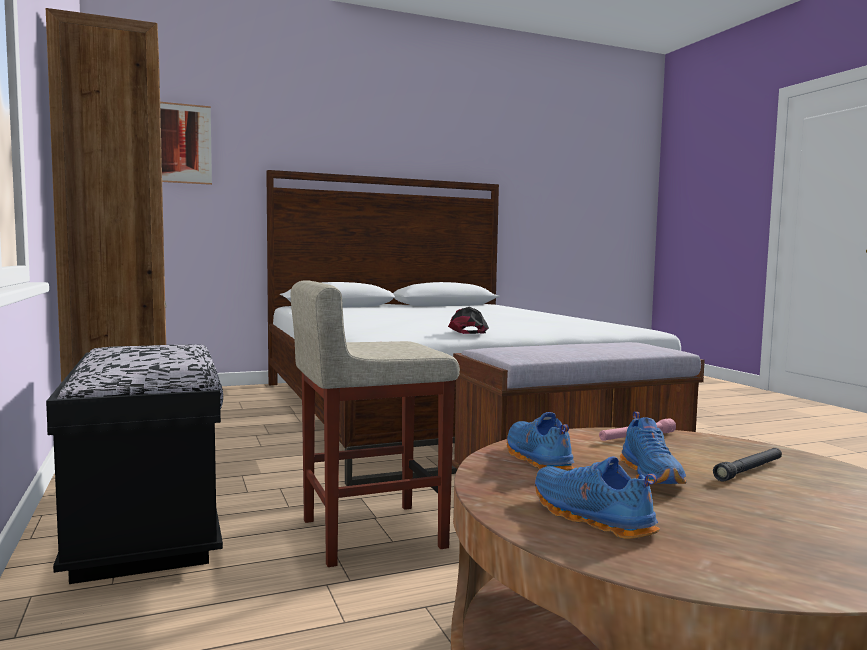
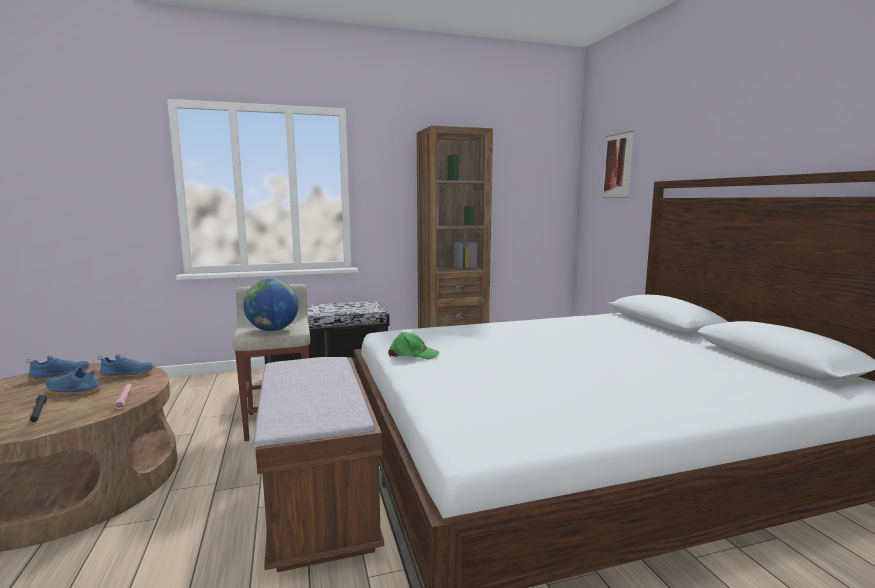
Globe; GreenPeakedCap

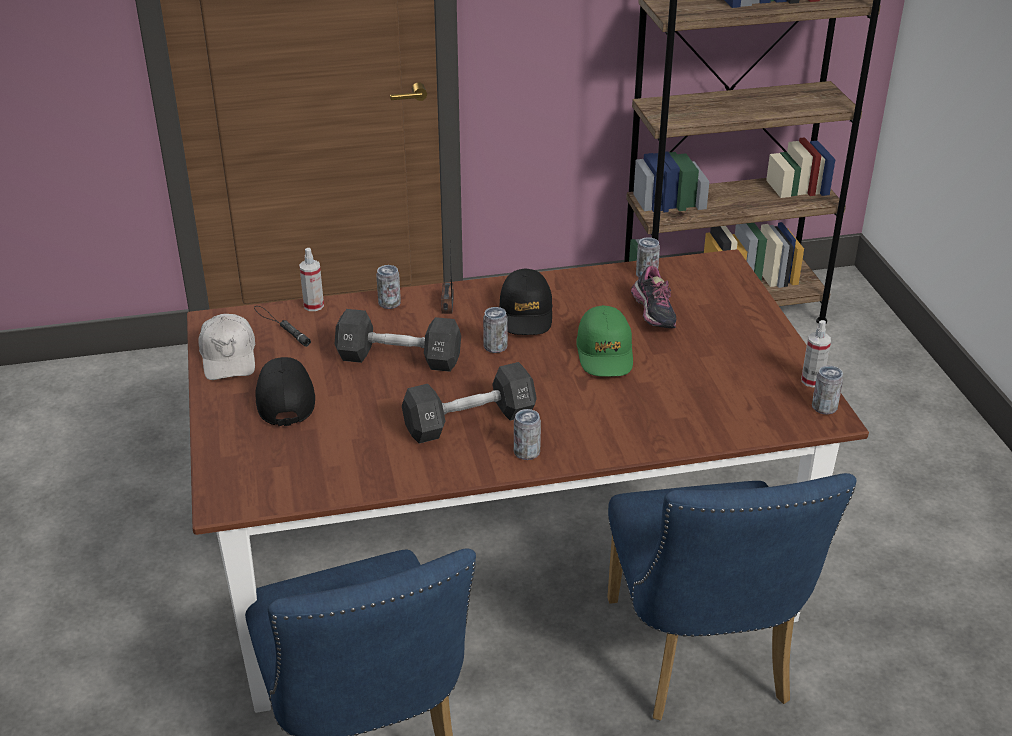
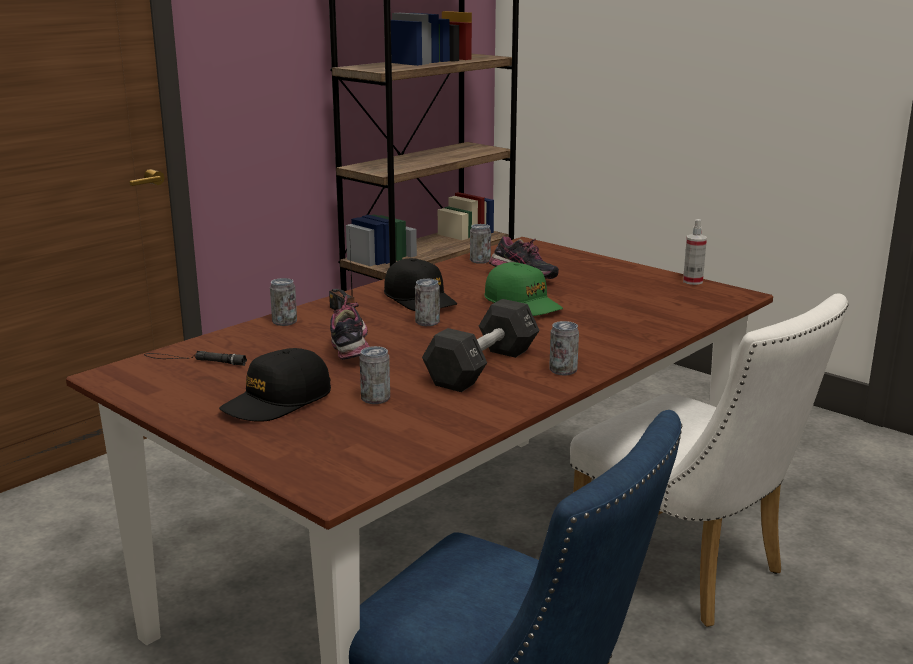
BlackColouredPeakedCap (1st from left); ItemOfFootwear (1st from left); Can (2nd from left); WhitishUprightChair; WhitishPeakedCap; HandSprayer (1st from left in the first image)

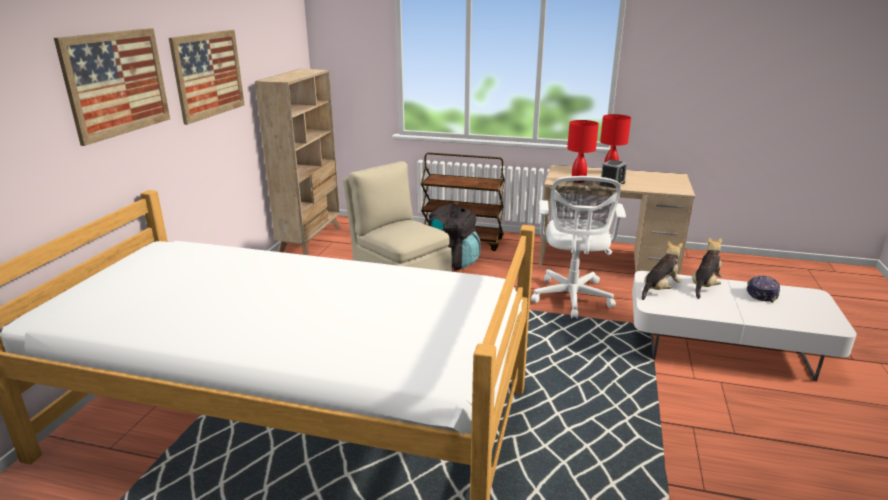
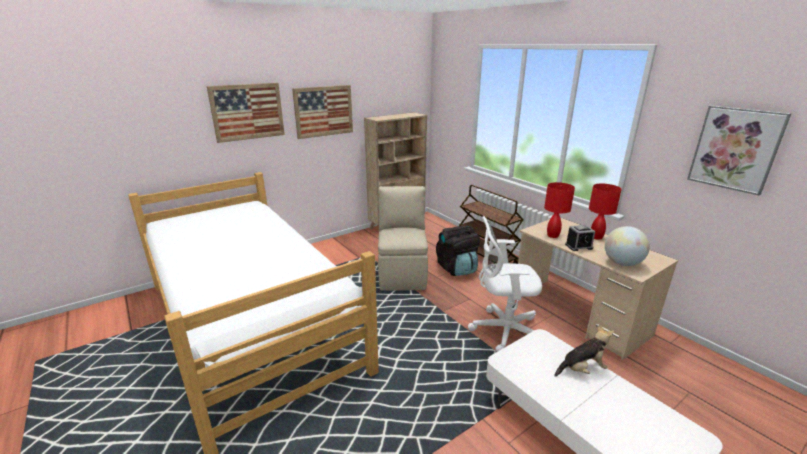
WhitishDeskChair; Globe; WallPicture (3rd from left); CuddlyToy (1st from left in the first image); PeakedCap

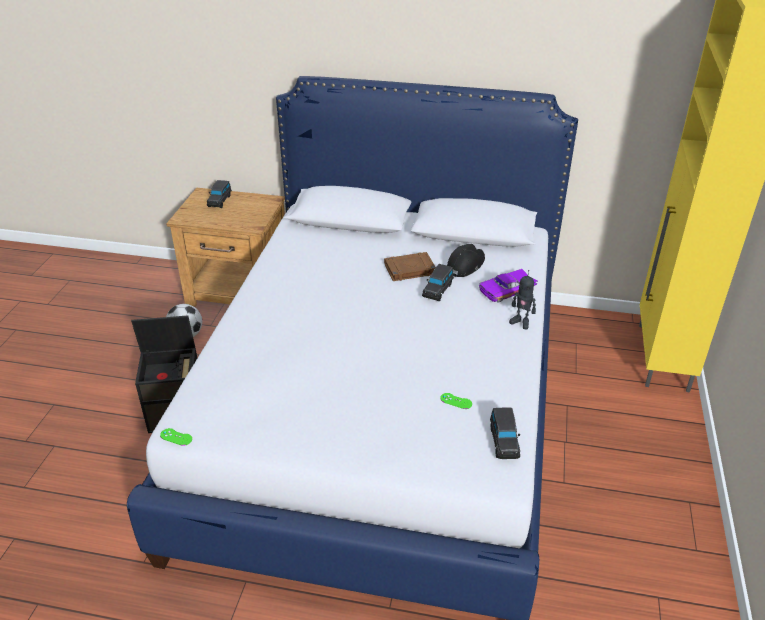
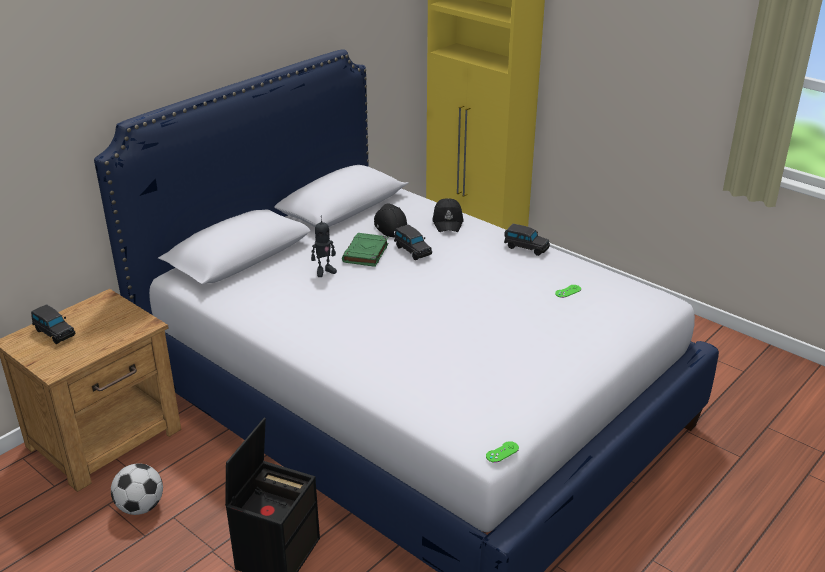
RobotFigure; GreenBoundBook; BlackColouredPeakedCap (2nd from left); BlackColouredModelCar (3rd from left)

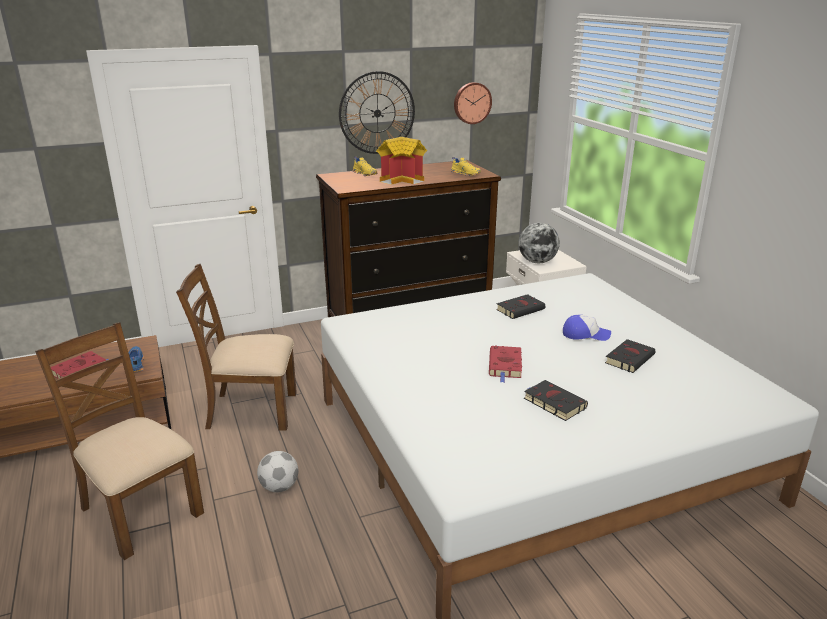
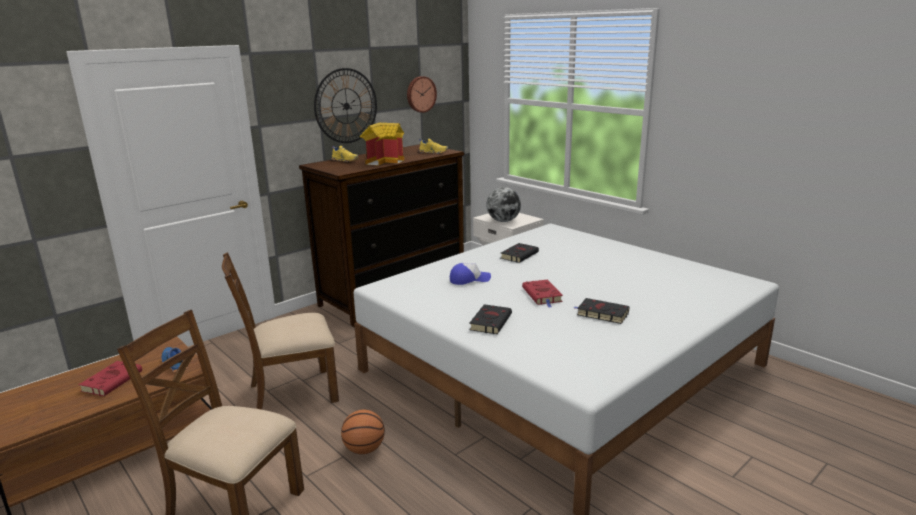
BallForBasketball; PeakedCap; BlackColouredBoundBook (1st from left)

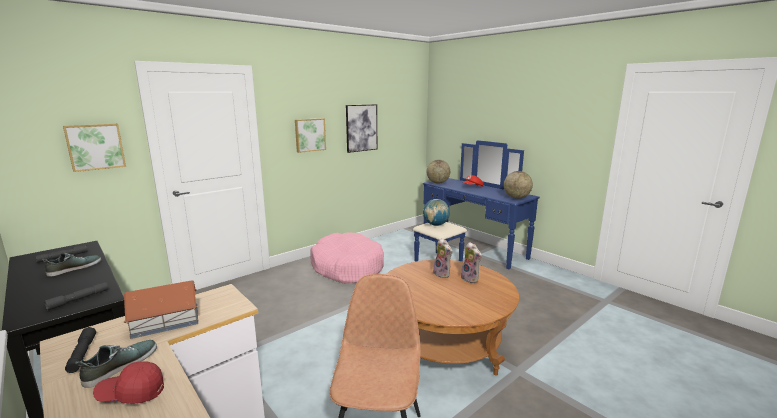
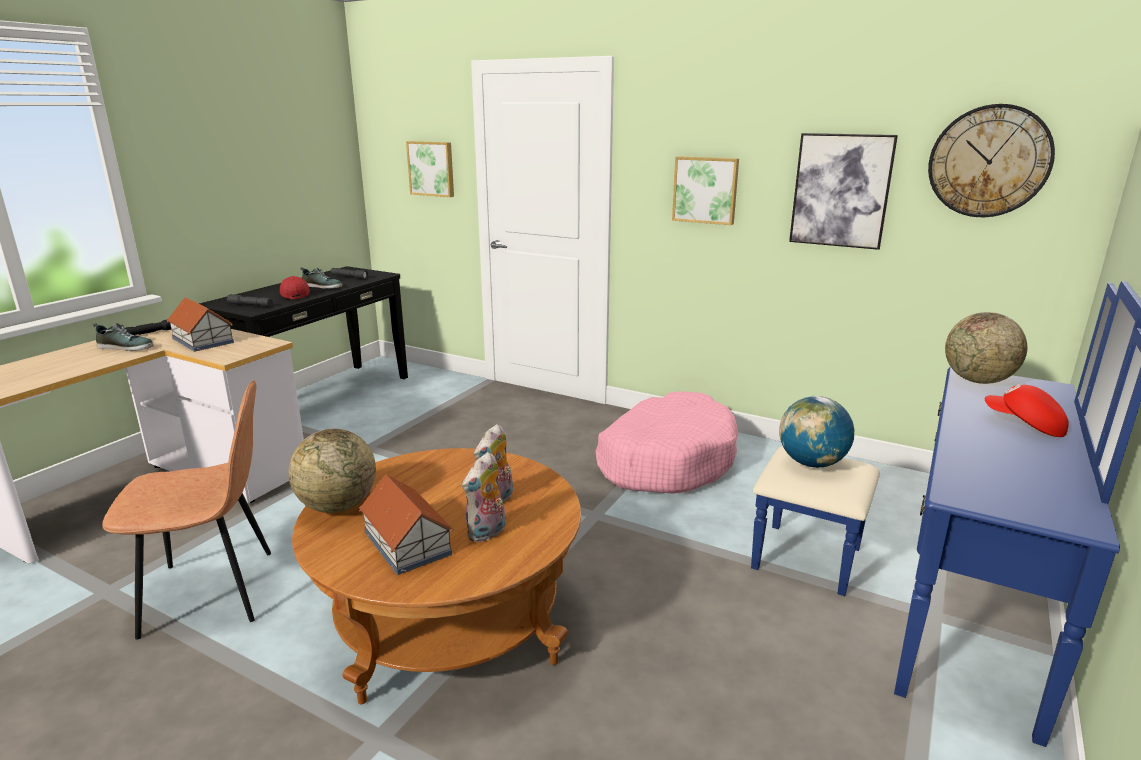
RedColouredPeakedCap (1st from left); Globe (1st from left); MiniatureHouse (2nd from left); ClockOnTheWall

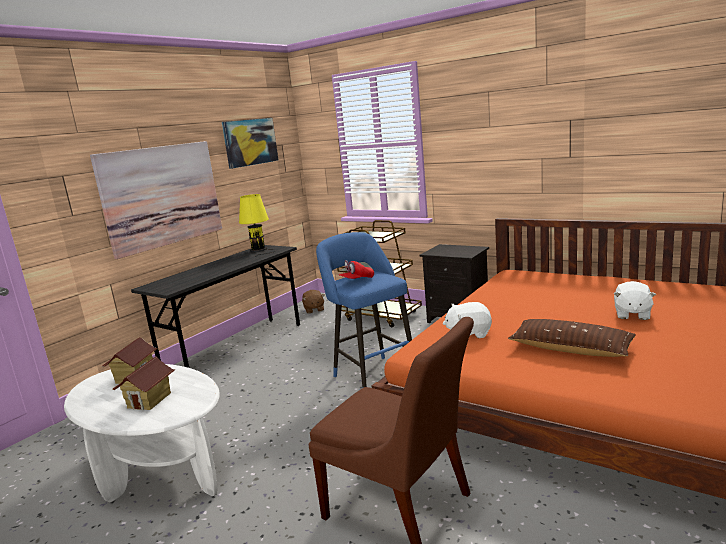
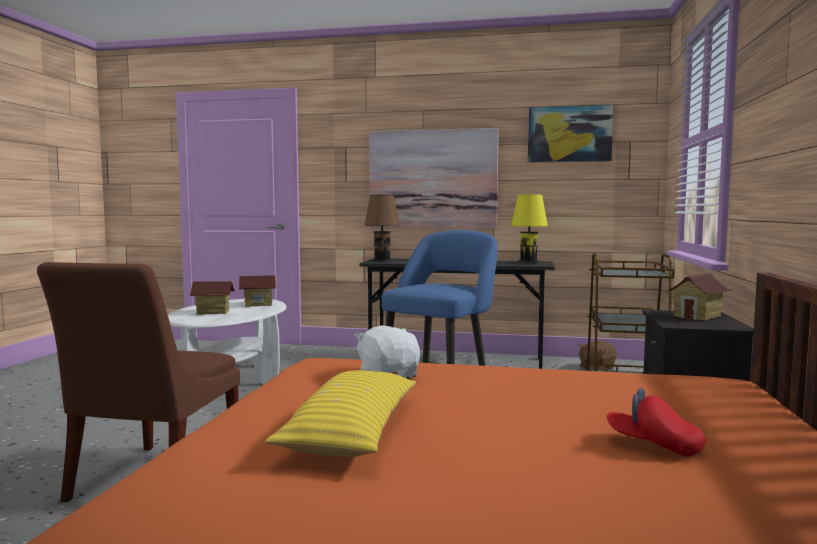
YellowishPillow; BrownColouredTableLamp; RedColouredPeakedCap; MiniatureHouse (3rd from left); WhitishCuddlyToy (2nd from left in the first image)

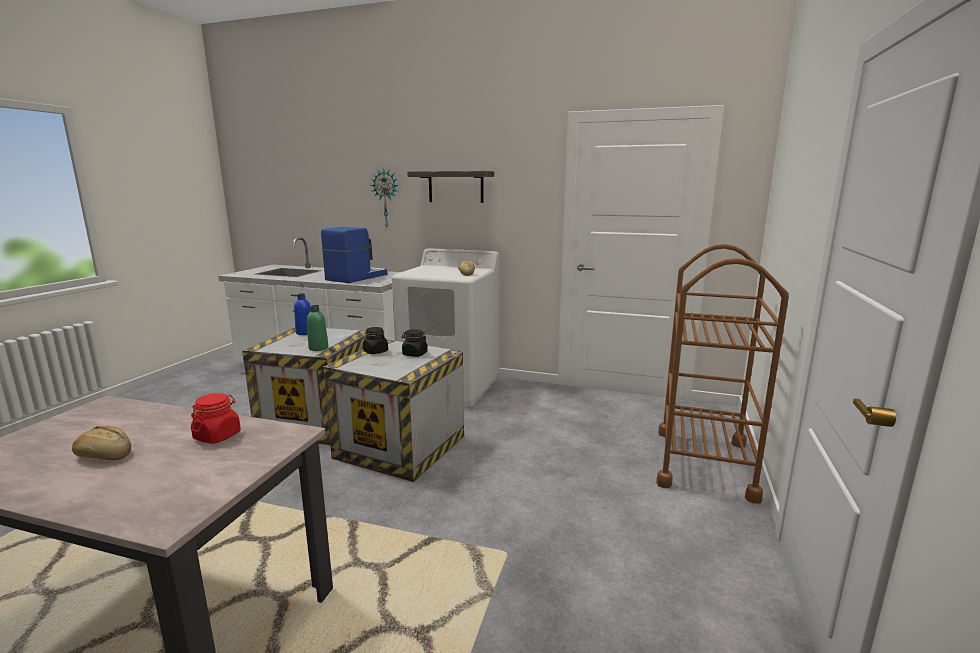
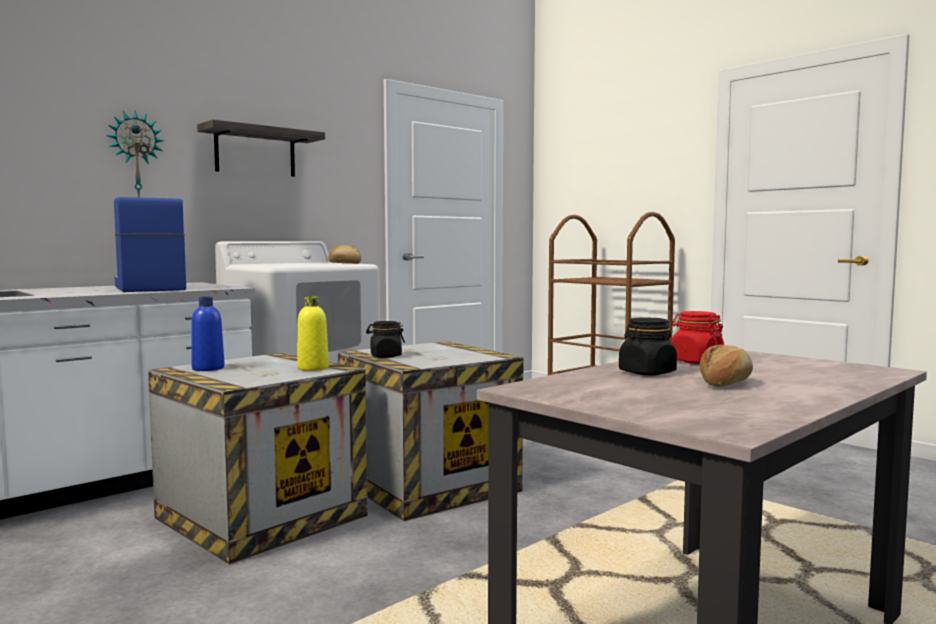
YellowishDrinkBottle; BlackColouredStorageJar (2nd from left)

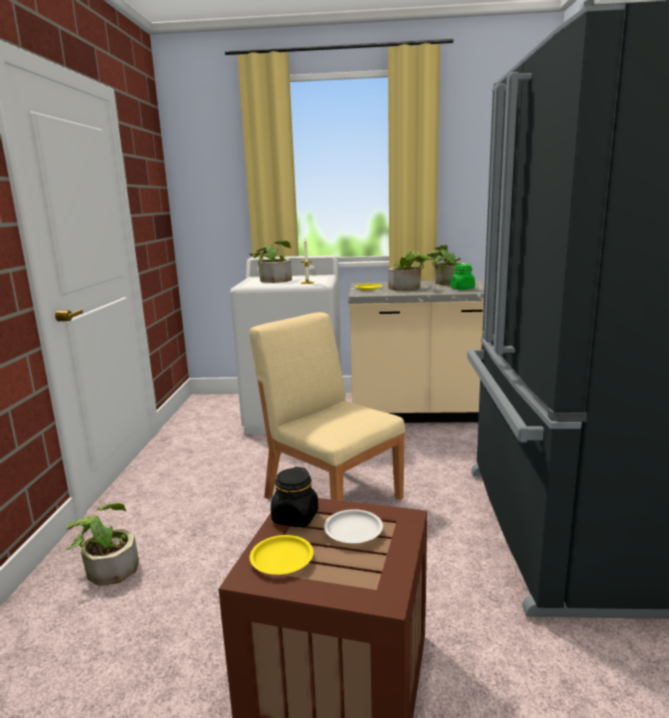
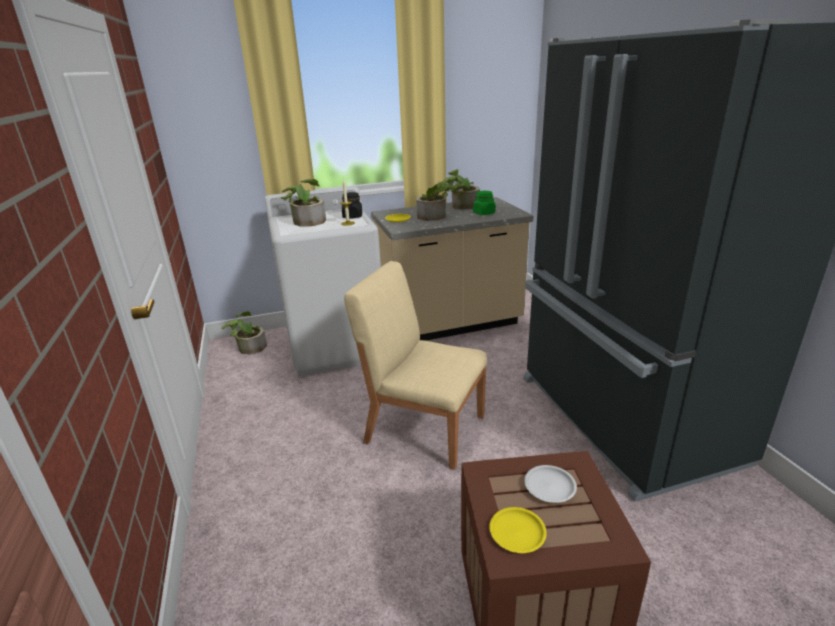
PlantInAPot (1st from left); BlackColouredStorageJar

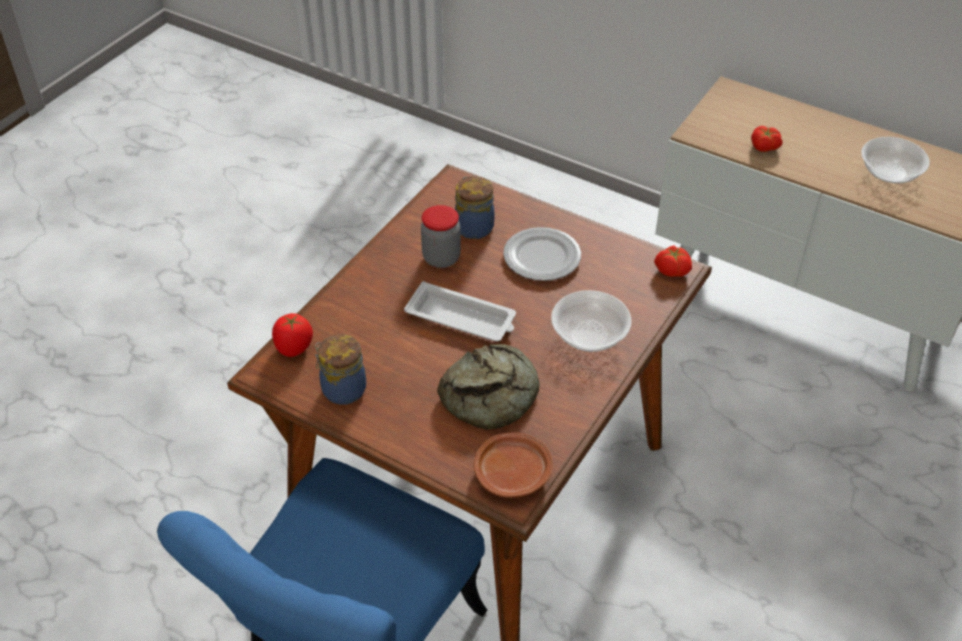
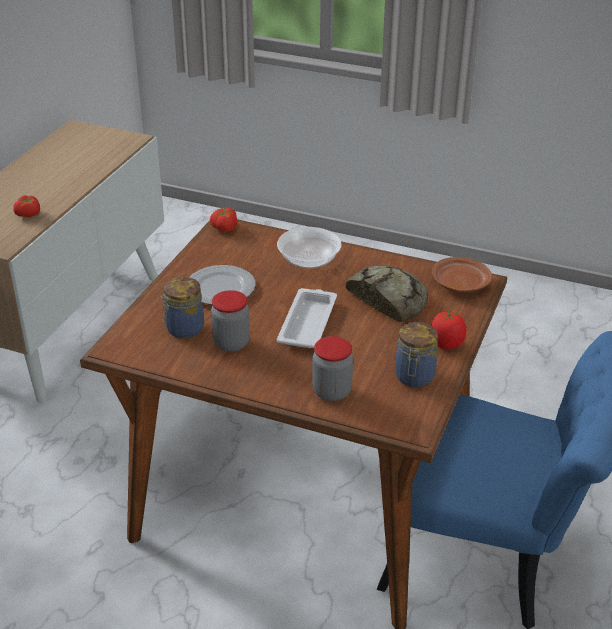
StorageJar (3rd from left); FreshTomato (3rd from left); DeepDish (2nd from left in the first image)

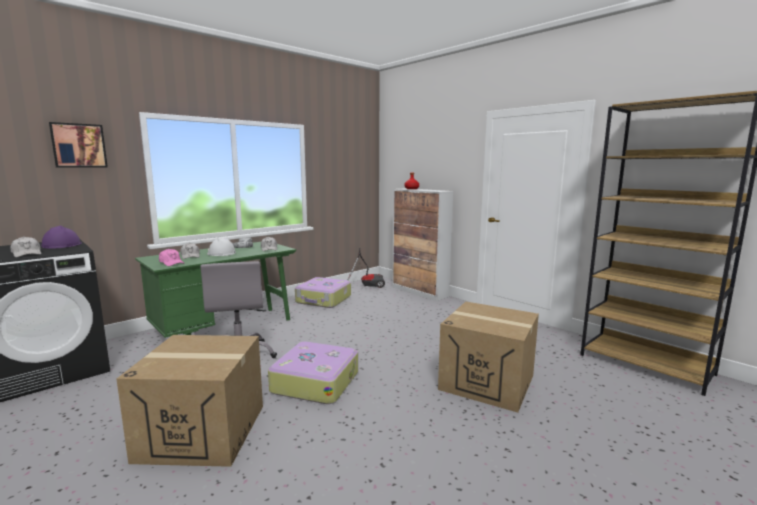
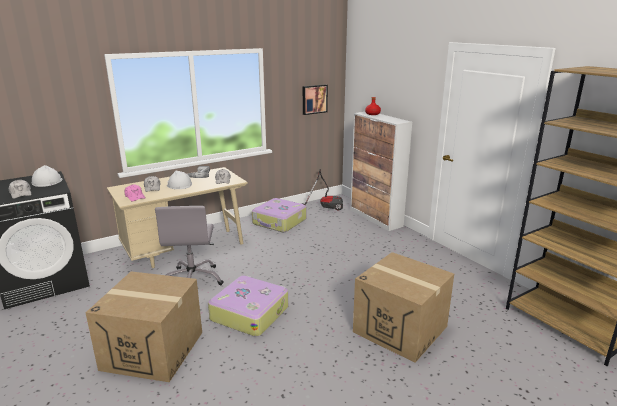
WhitishSafetyHelmet (1st from left); BeigeColouredDesk; WallPicture

